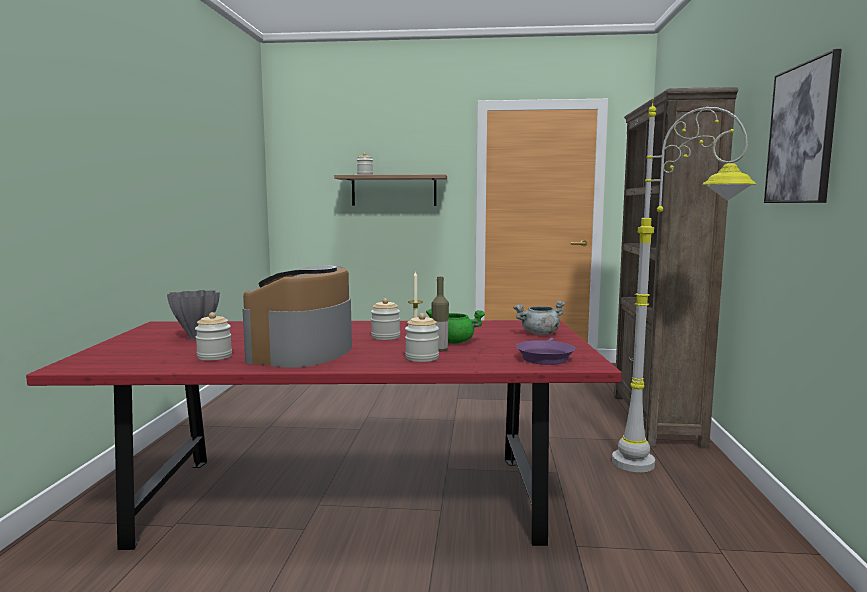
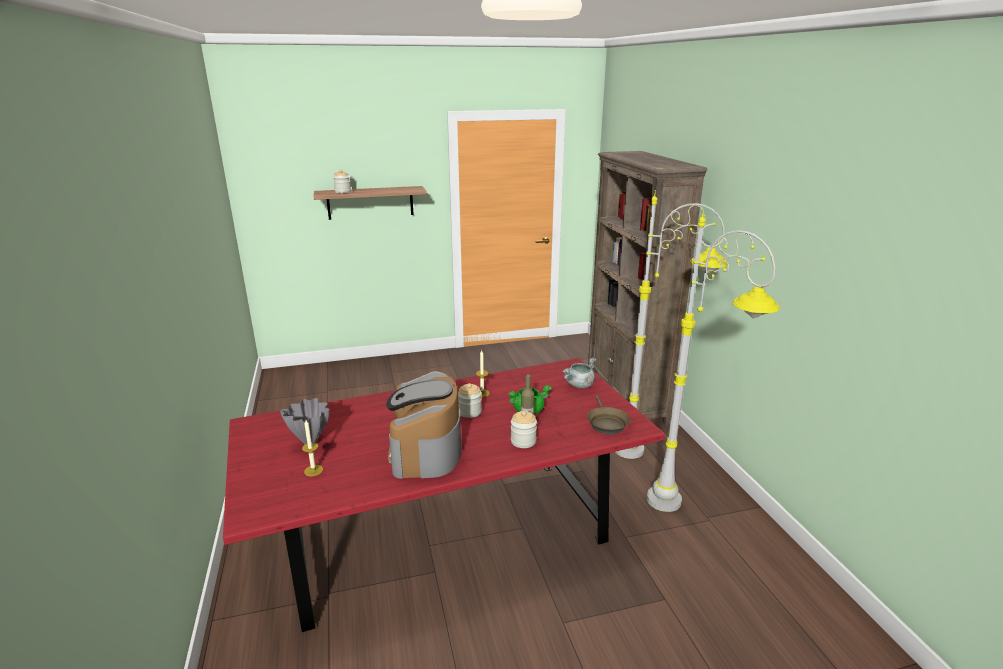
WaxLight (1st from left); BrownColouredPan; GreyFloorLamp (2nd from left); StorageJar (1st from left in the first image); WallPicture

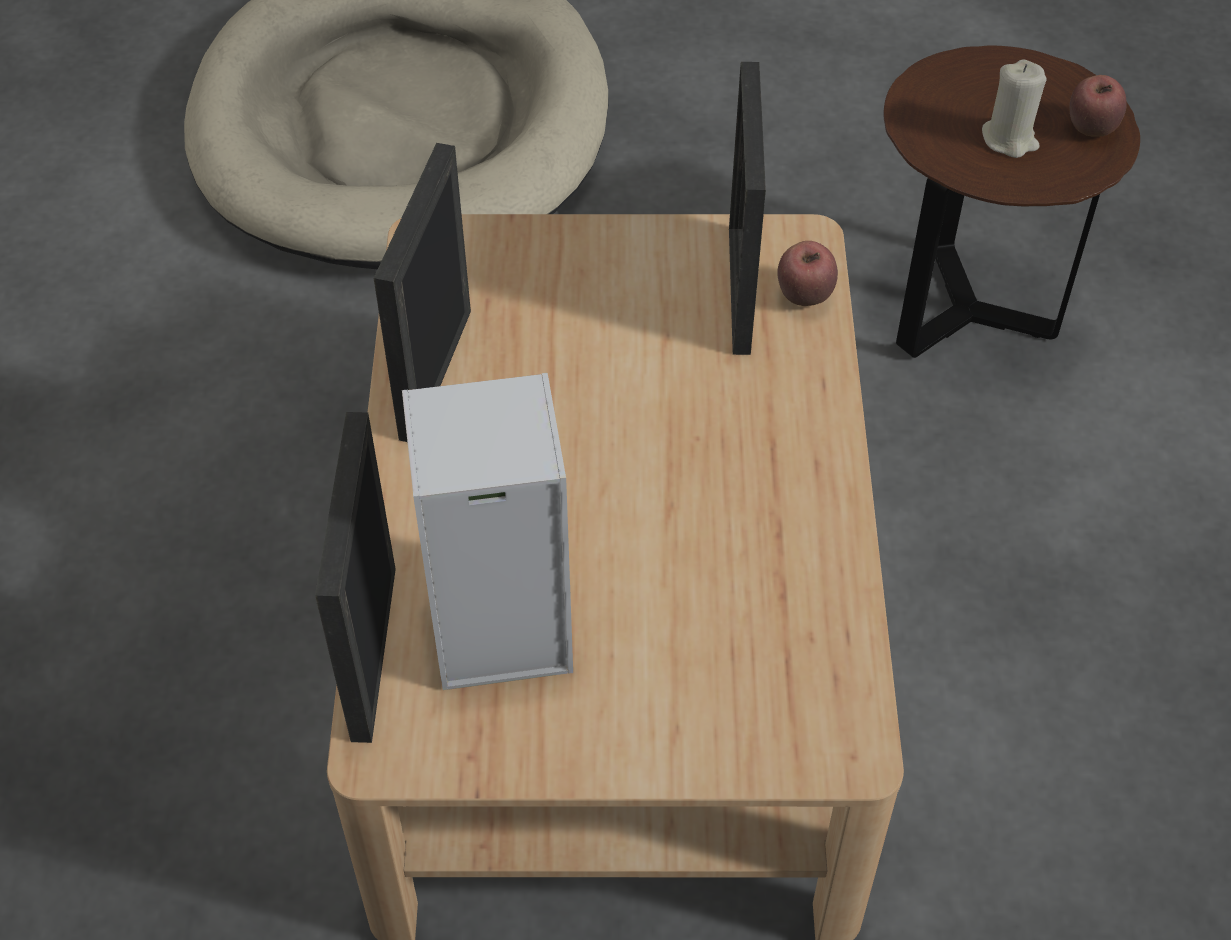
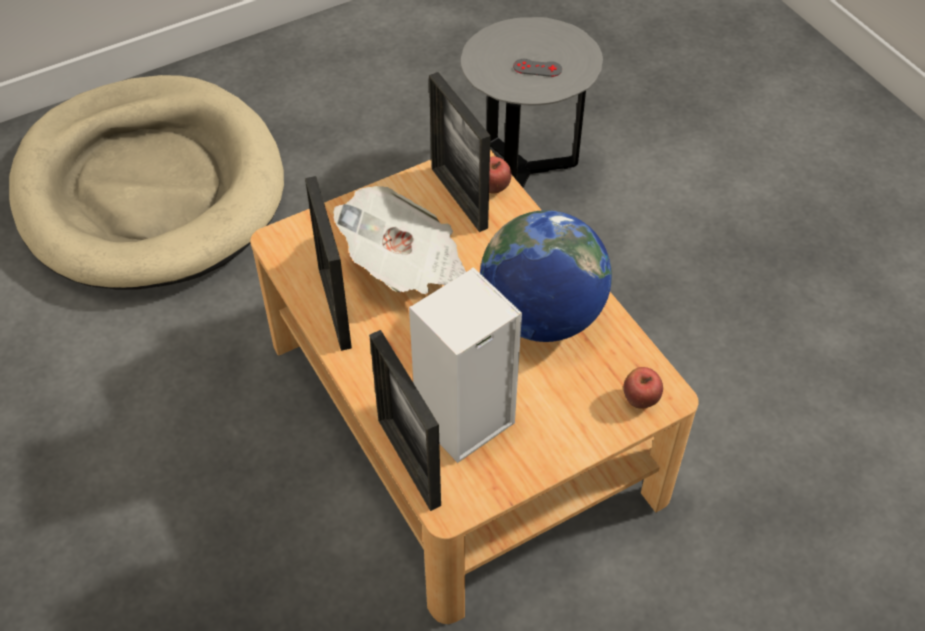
Newspaper; GreyAccentTable; Globe; GreyGameController; WholeApple (2nd from left)

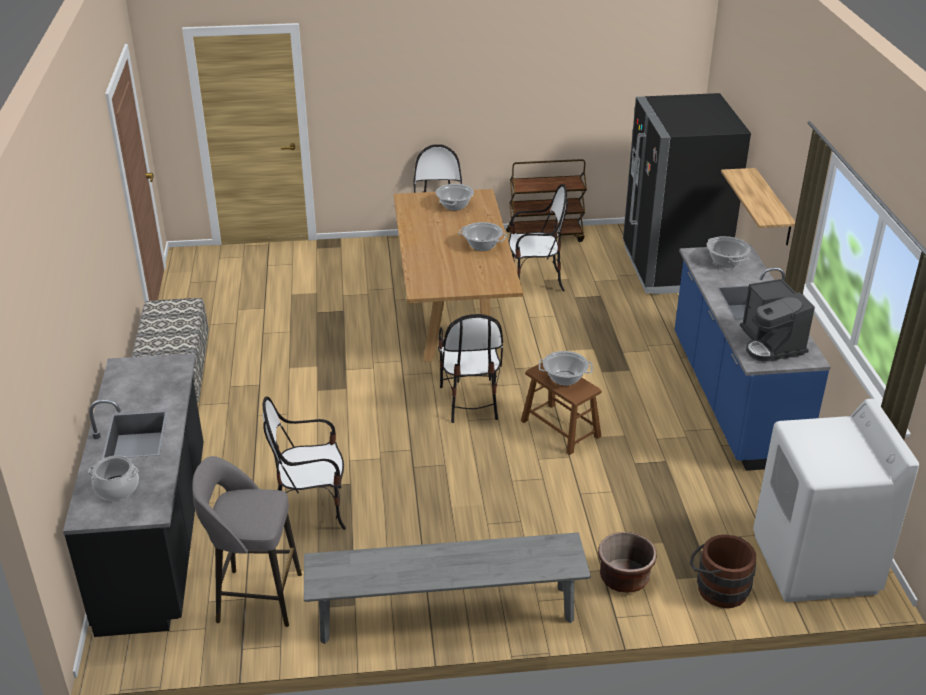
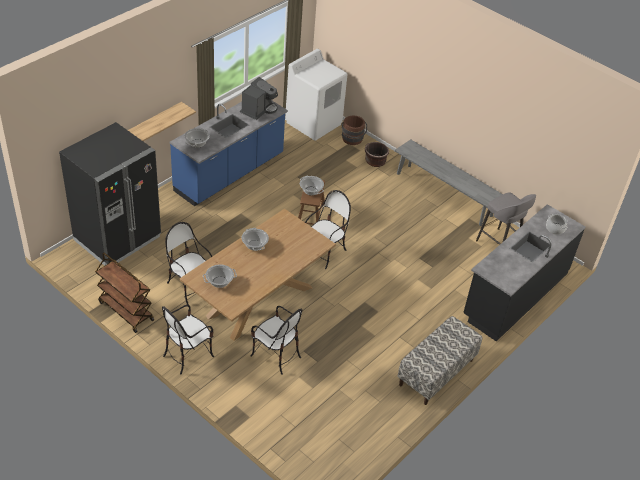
UprightChair (3rd from left)

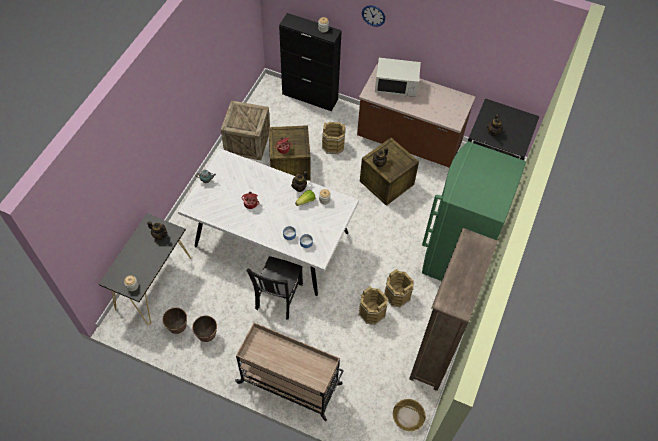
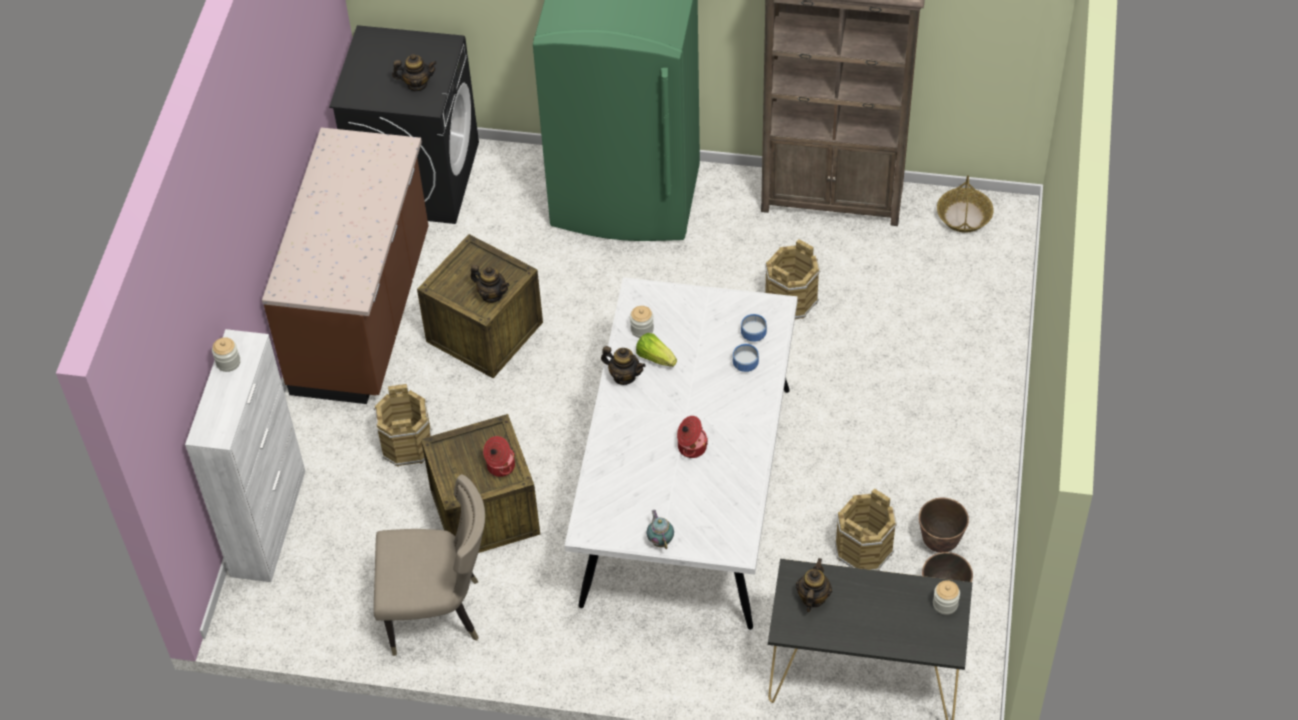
WhitishCabinet; BeigeColouredUprightChair; BrownColouredBucket (3rd from left); BeigeColouredCart; BlackColouredUprightChair; ClockOnTheWall; WhitishMicrowaveOven

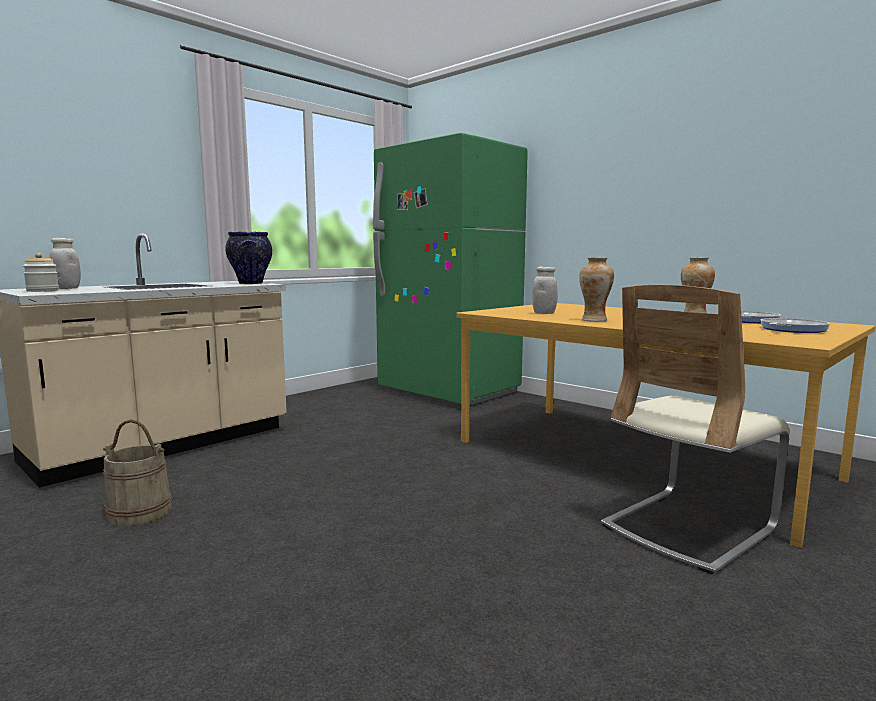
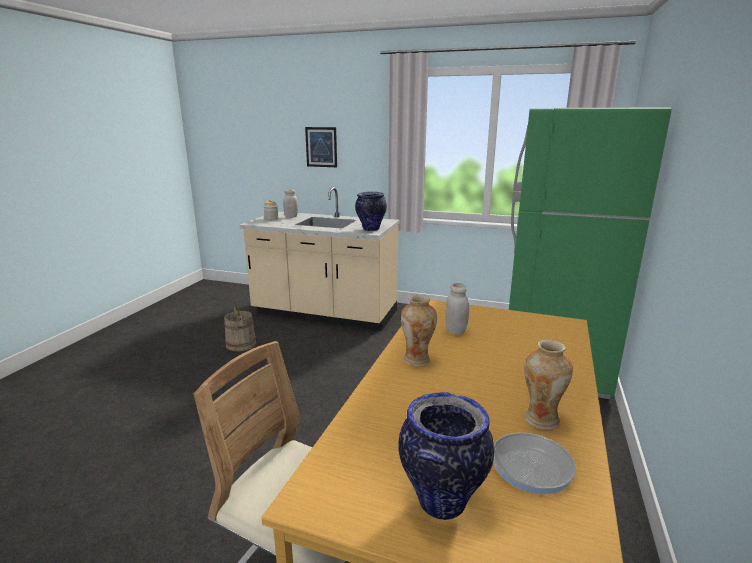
WallPicture; Vase (3rd from left)

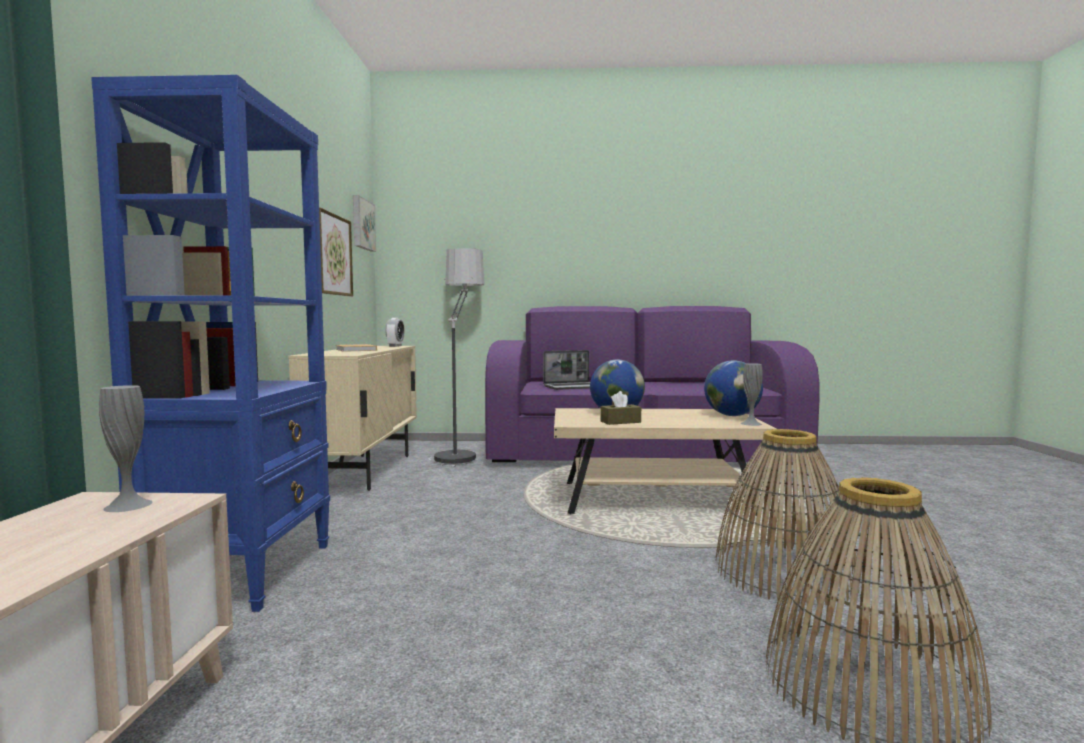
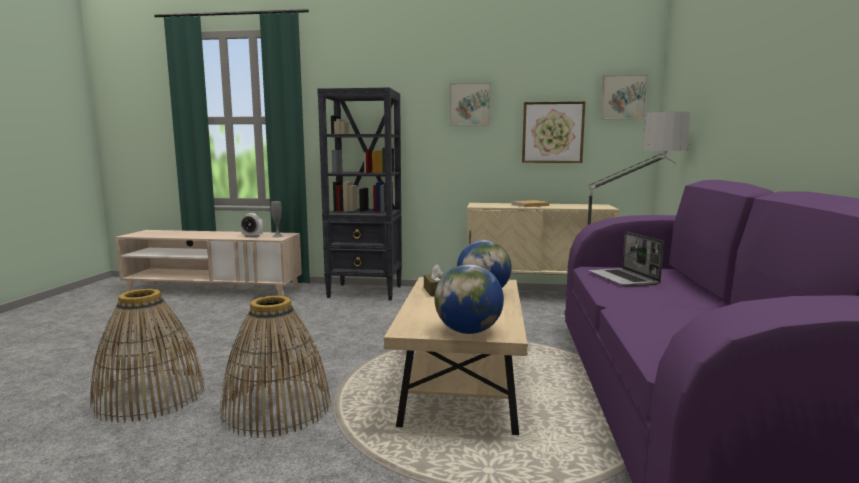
BedsideClock; BlackColouredShelvingUnit; WallPicture (1st from left); GreyVase (2nd from left in the first image)

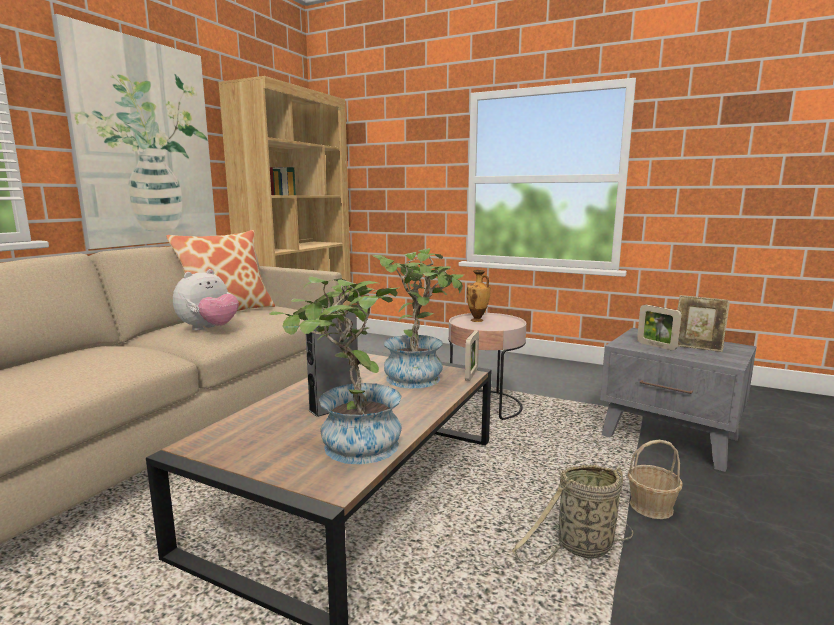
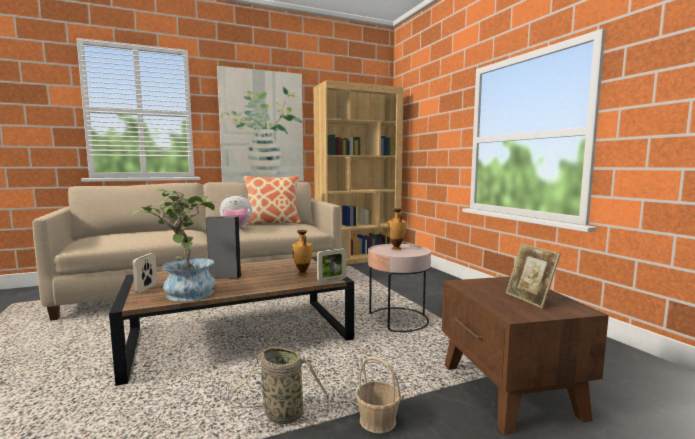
StandingFrame (1st from left); Vase (1st from left); BrownColouredAccentTable

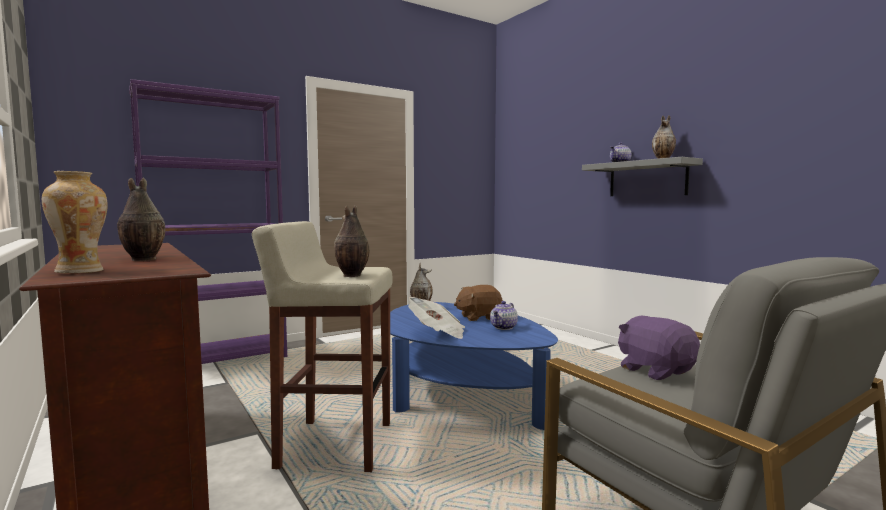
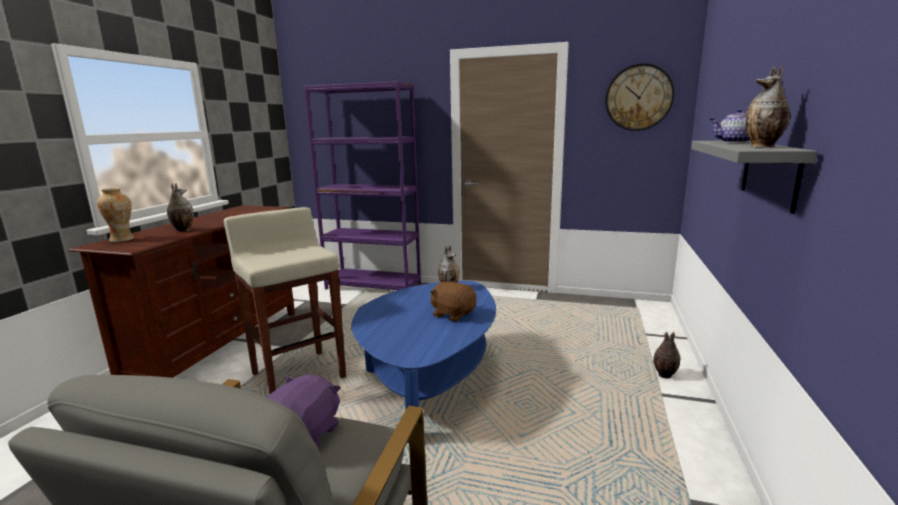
ClockOnTheWall; Vase (4th from left); Newspaper; Teapot (1st from left in the first image)

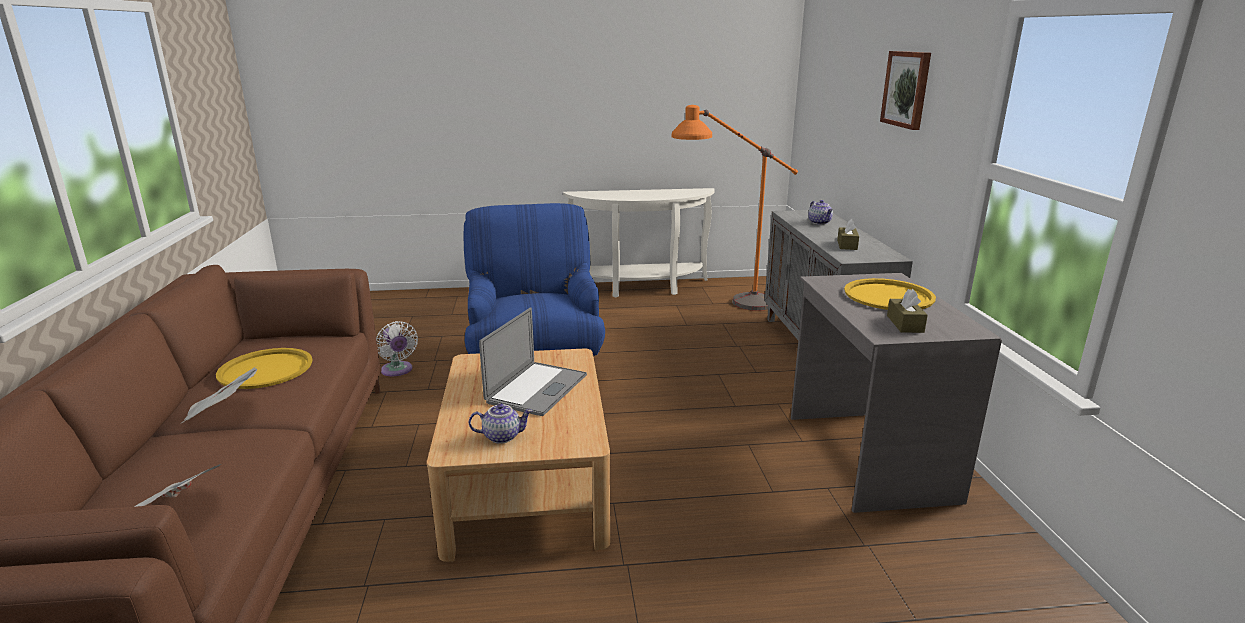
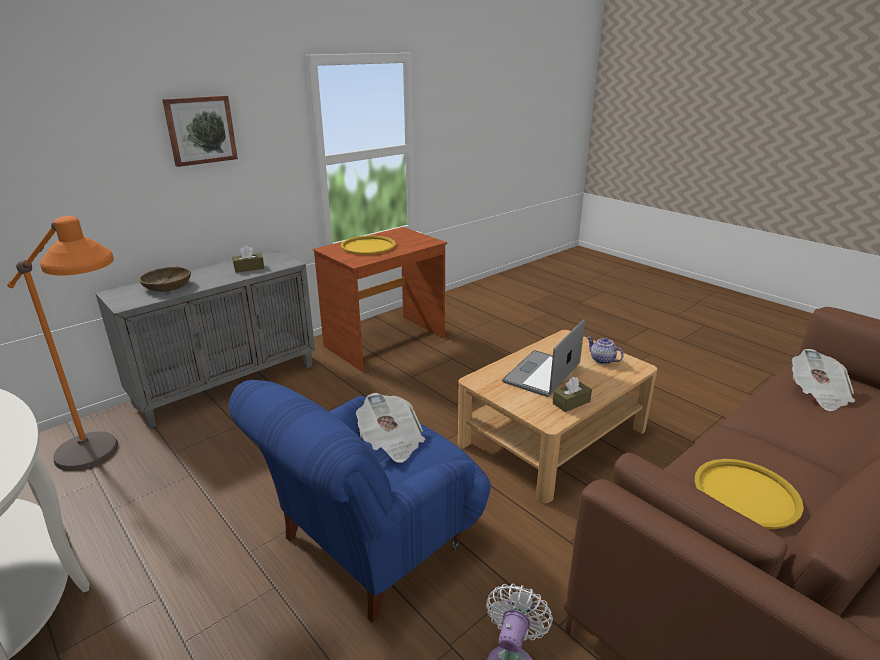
BrownColouredDeepDish; BrownColouredDesk; Newspaper (1st from left); NotebookComputer; BrownColouredBoxOfTissues (2nd from left)

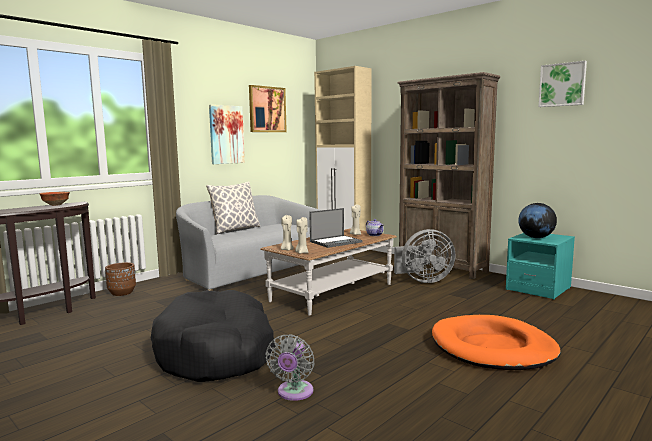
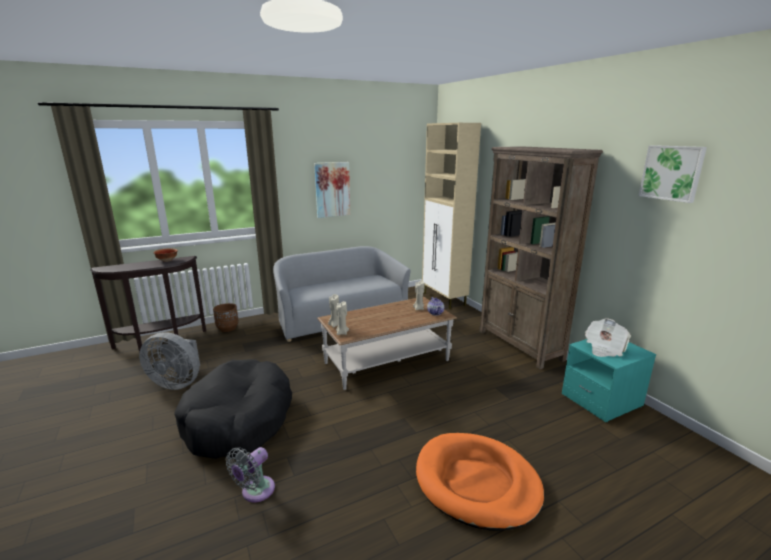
GreyElectricFan (1st from left); Newspaper; Pillow; WallPicture (2nd from left in the first image); NotebookComputer

